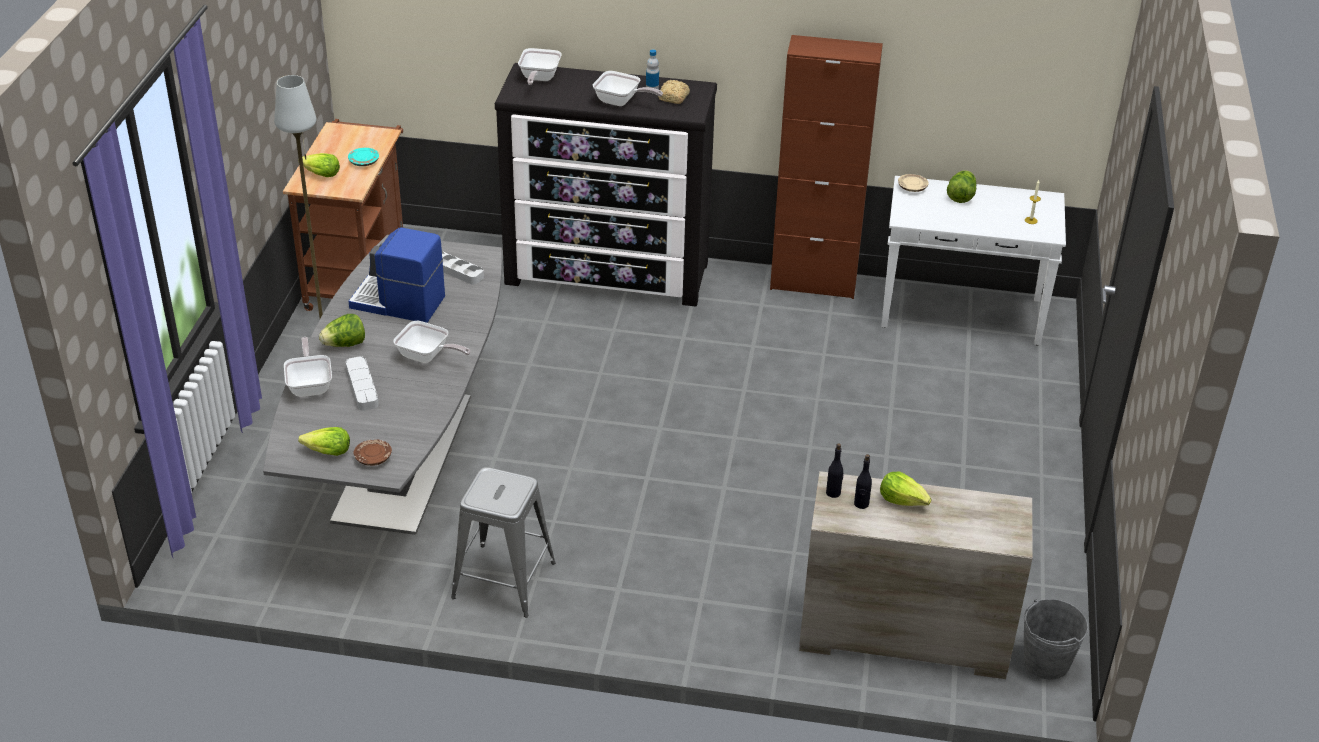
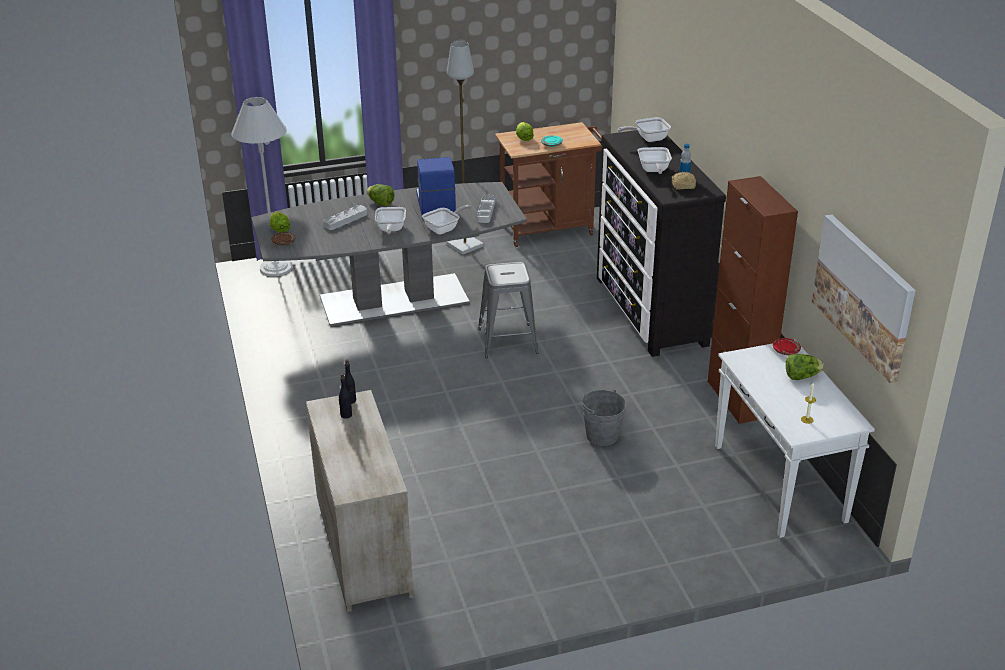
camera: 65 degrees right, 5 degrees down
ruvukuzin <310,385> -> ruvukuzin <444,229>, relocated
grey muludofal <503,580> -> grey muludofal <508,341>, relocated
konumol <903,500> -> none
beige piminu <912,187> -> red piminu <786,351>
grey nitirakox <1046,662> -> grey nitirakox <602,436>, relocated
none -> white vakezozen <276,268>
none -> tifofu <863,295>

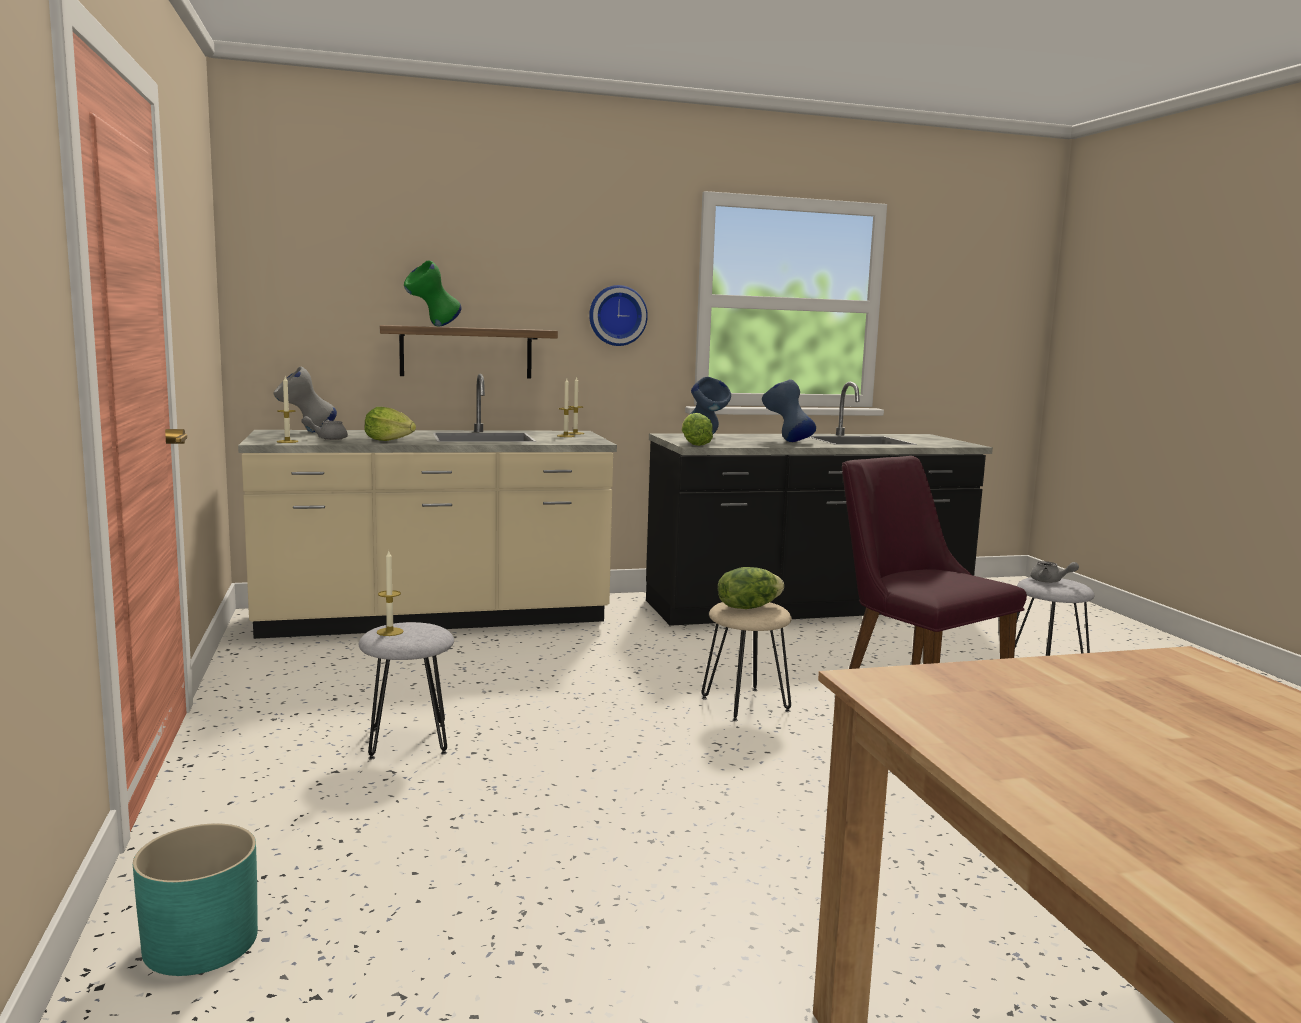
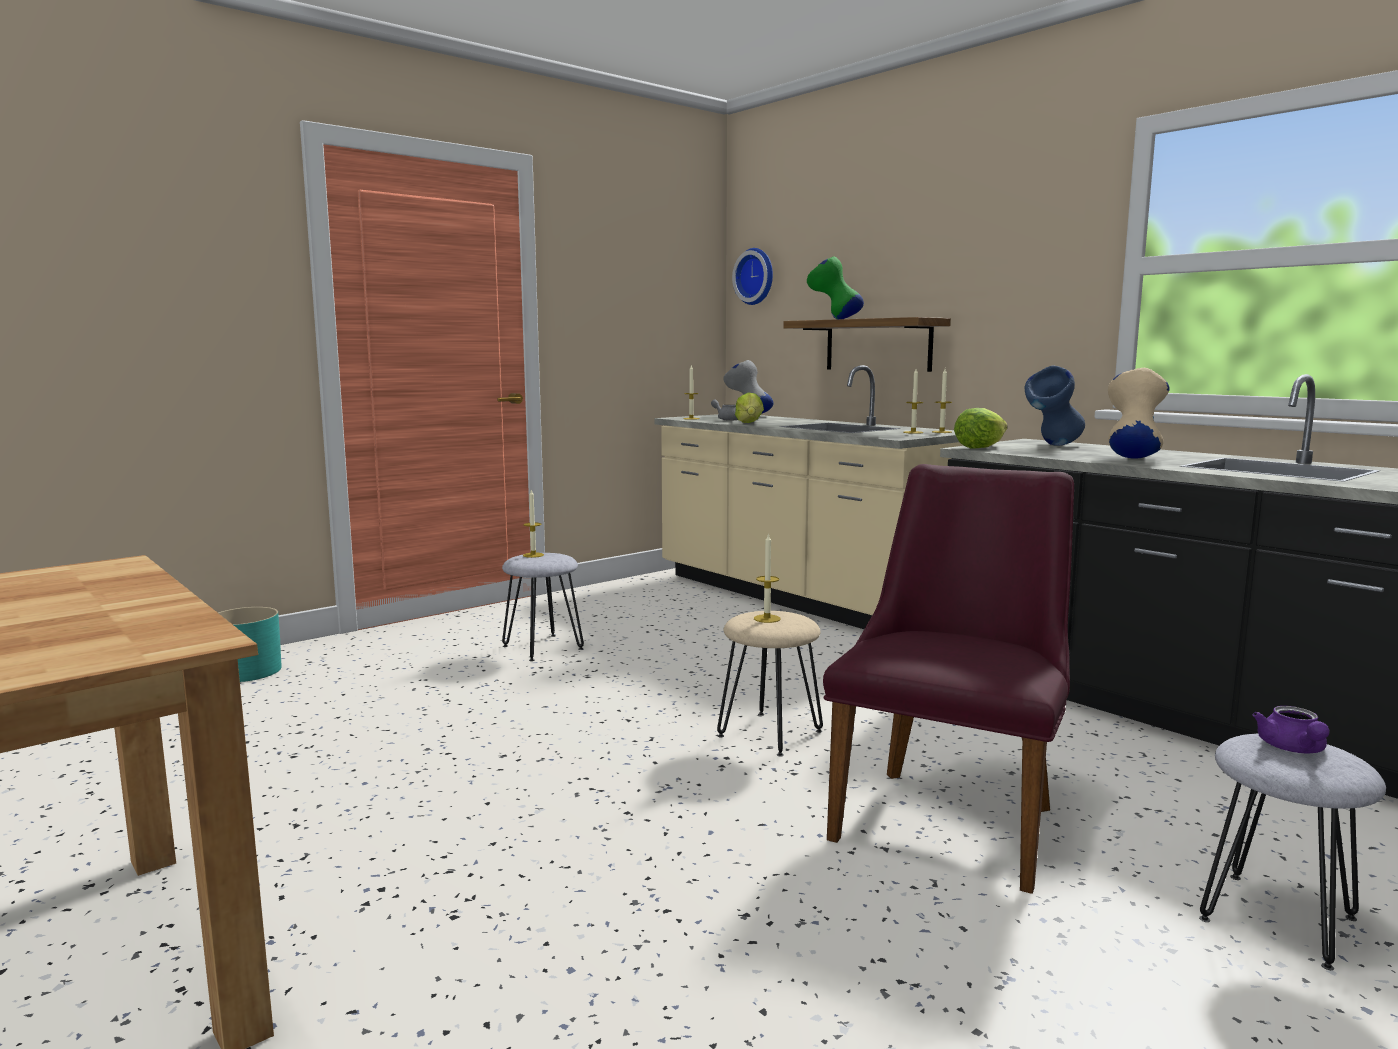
camera: 65 degrees right, 0 degrees up
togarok <617,315> -> togarok <756,276>, relocated
konumol <748,607> -> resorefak <767,618>
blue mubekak <787,441> -> beige mubekak <1132,457>
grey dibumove <1050,581> -> purple dibumove <1293,749>

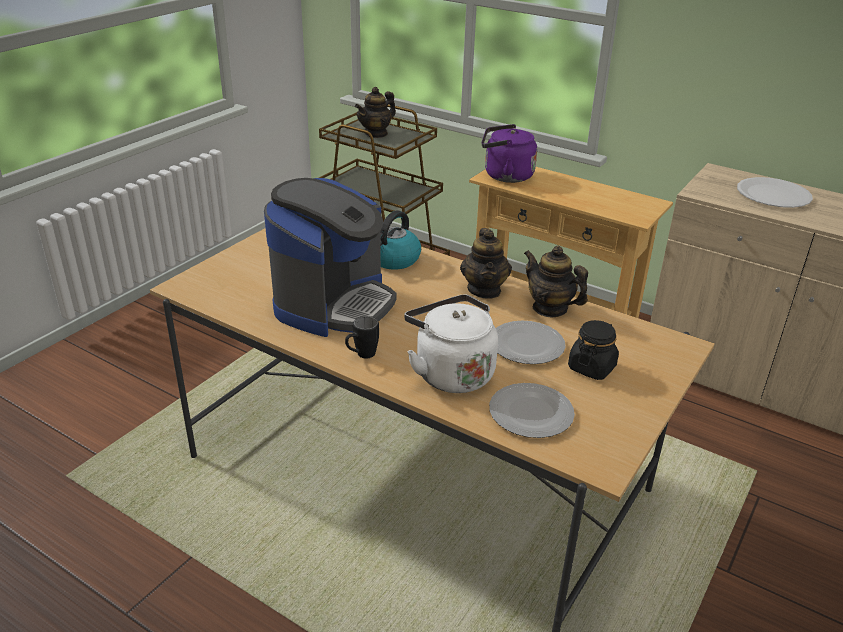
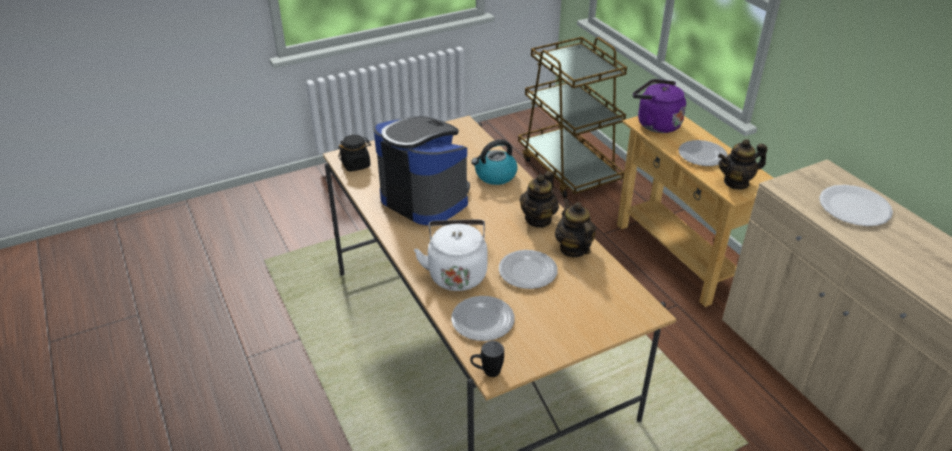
camera: 30 degrees right, 5 degrees up
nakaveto <334,304> -> nakaveto <425,198>, 105 degrees counterclockwise
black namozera <361,355> -> black namozera <486,372>, relocated
dibumove <376,133> -> dibumove <736,182>, relocated
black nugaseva <591,367> -> black nugaseva <356,165>, relocated
none -> piminu <702,155>

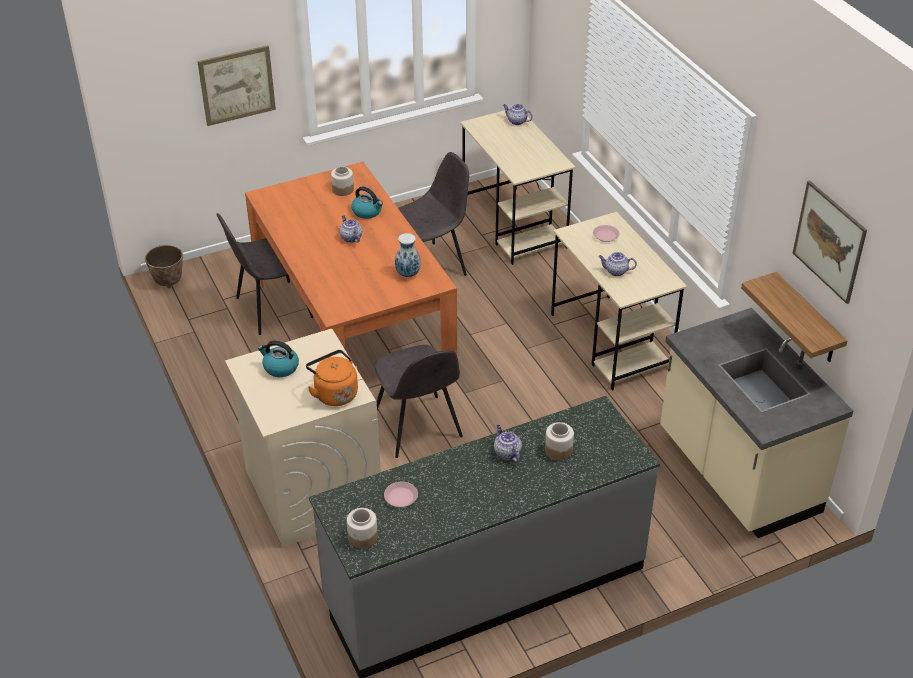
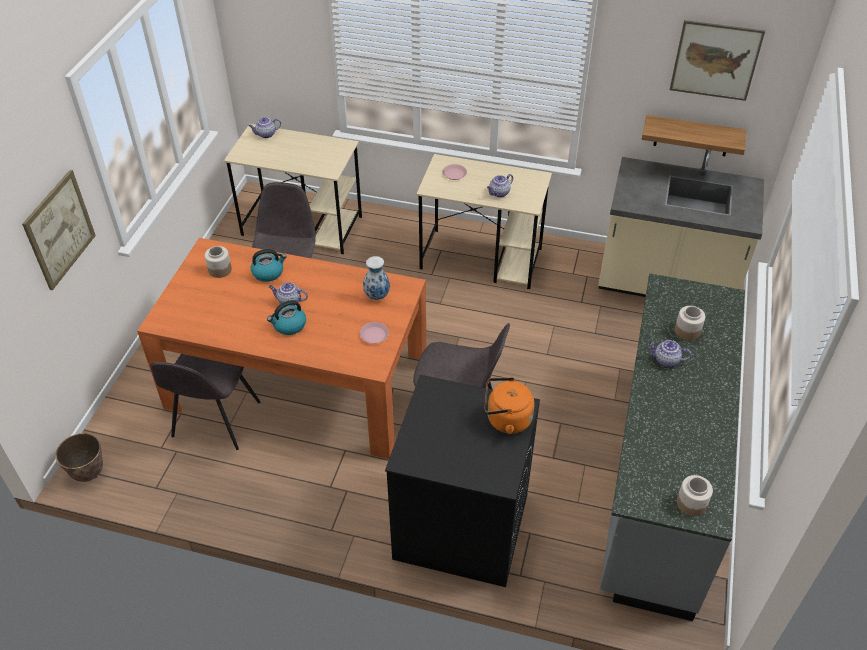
camera: 50 degrees left, 5 degrees up
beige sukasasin <312,490> -> black sukasasin <460,526>
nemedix <280,367> -> nemedix <289,325>, relocated
pink piminu <401,497> -> pink piminu <374,335>, relocated

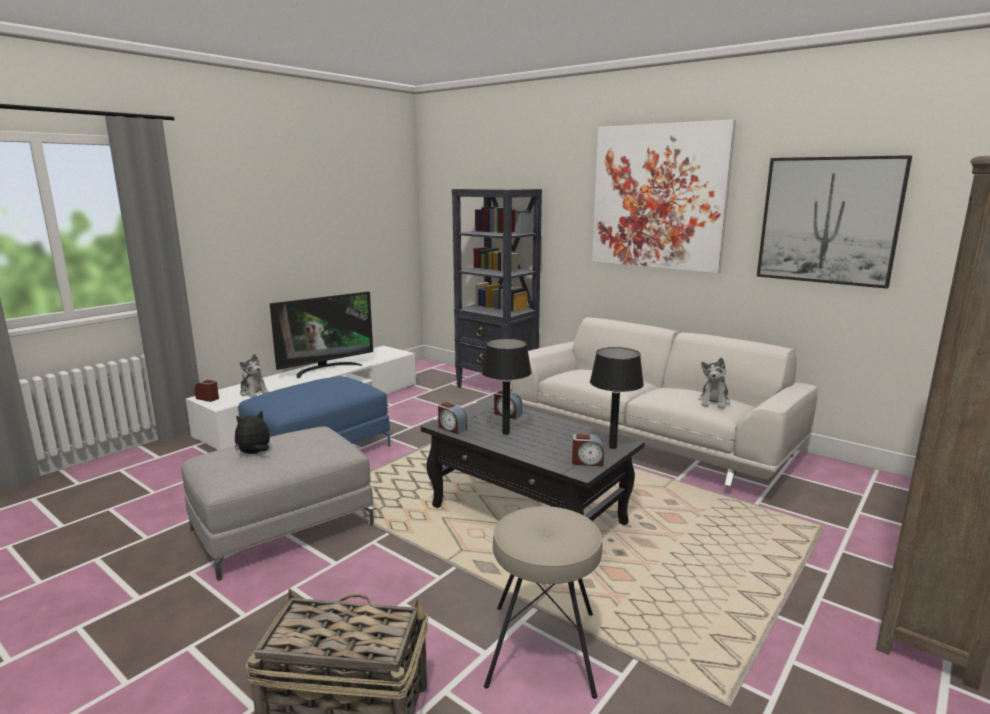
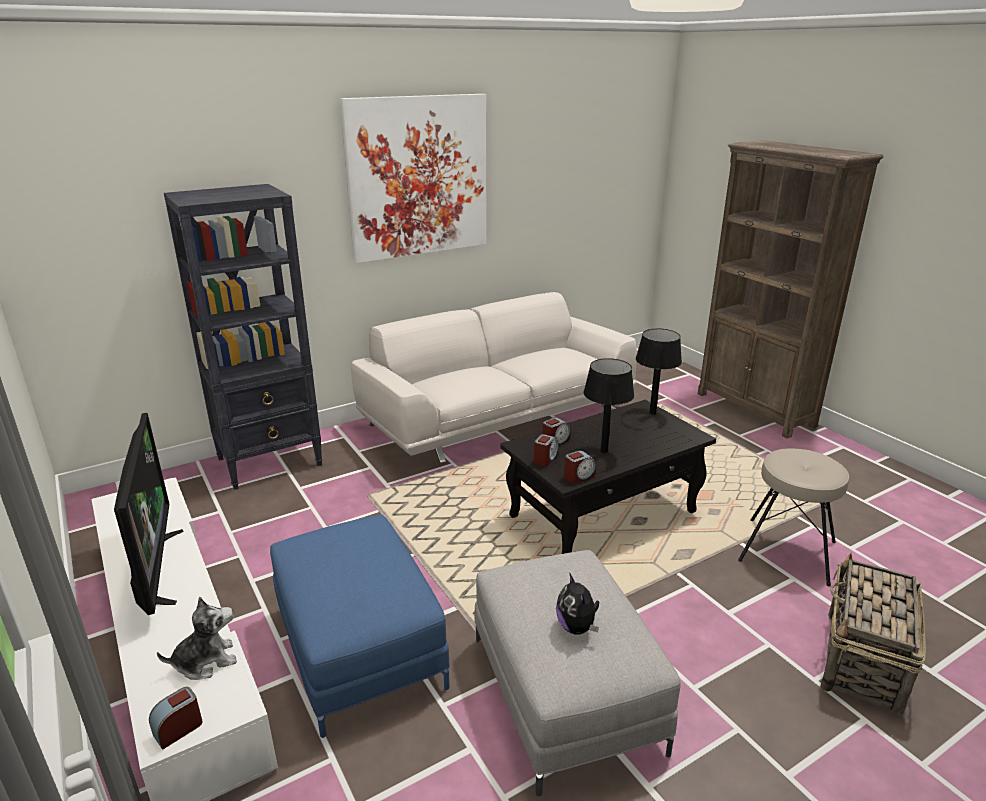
camera: 70 degrees left, 10 degrees up
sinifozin <587,462> -> sinifozin <545,458>, relocated
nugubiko <714,402> -> none
tifofu <828,220> -> none

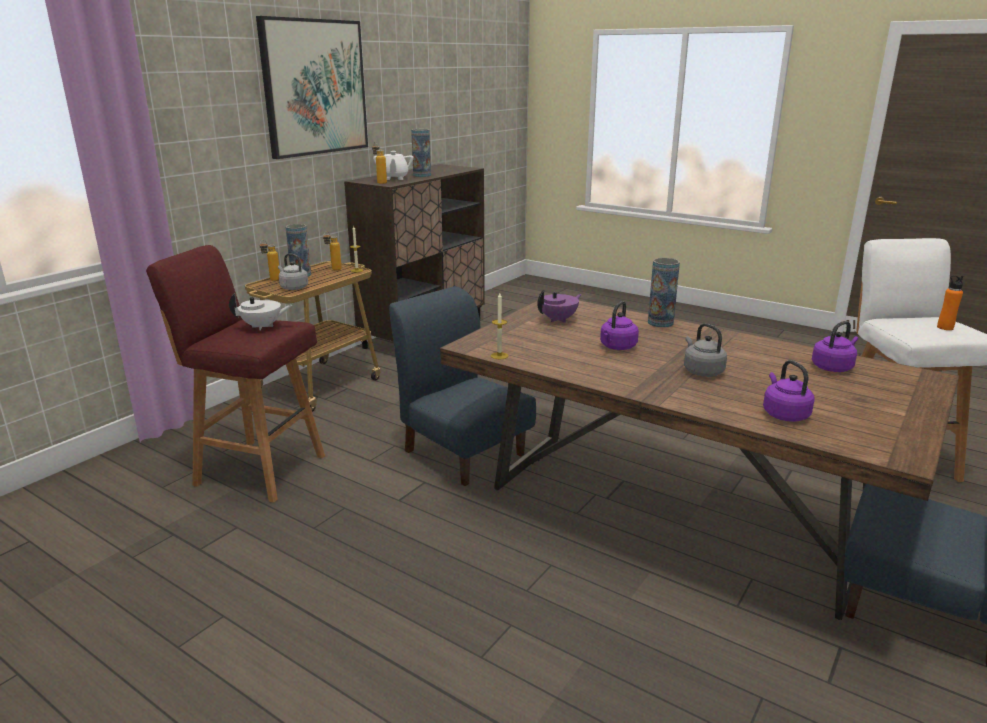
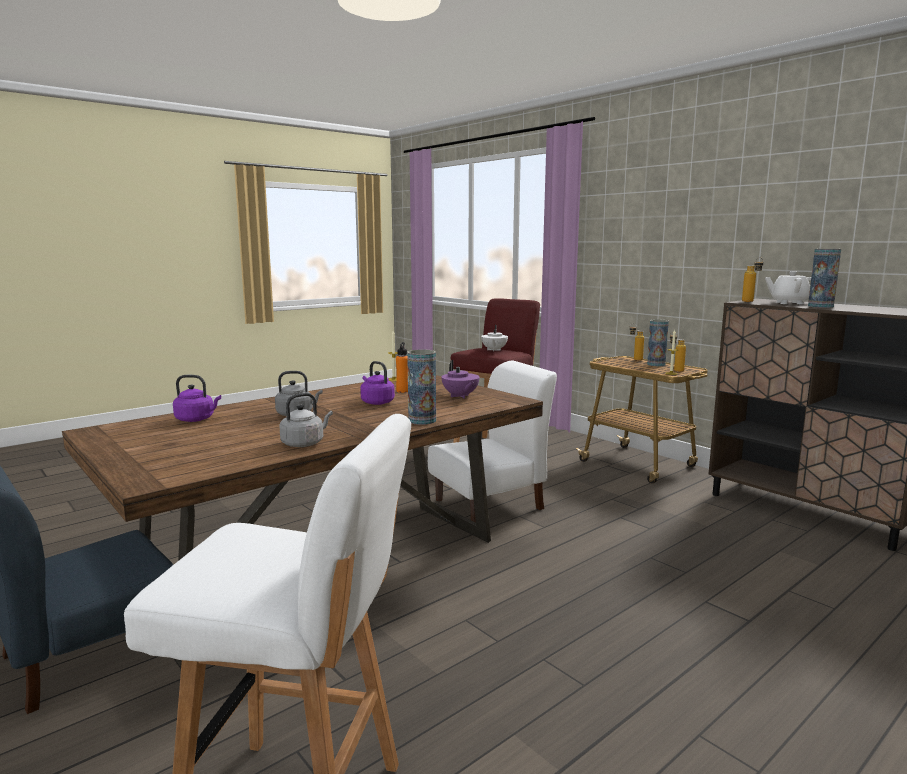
camera: 105 degrees right, 10 degrees down
tifofu <314,87> -> none
grey nemedix <293,287> -> grey nemedix <304,443>, relocated
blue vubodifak <464,452> -> white vubodifak <490,504>
purple nemedix <833,367> -> none
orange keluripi <945,327> -> orange keluripi <403,391>, relocated

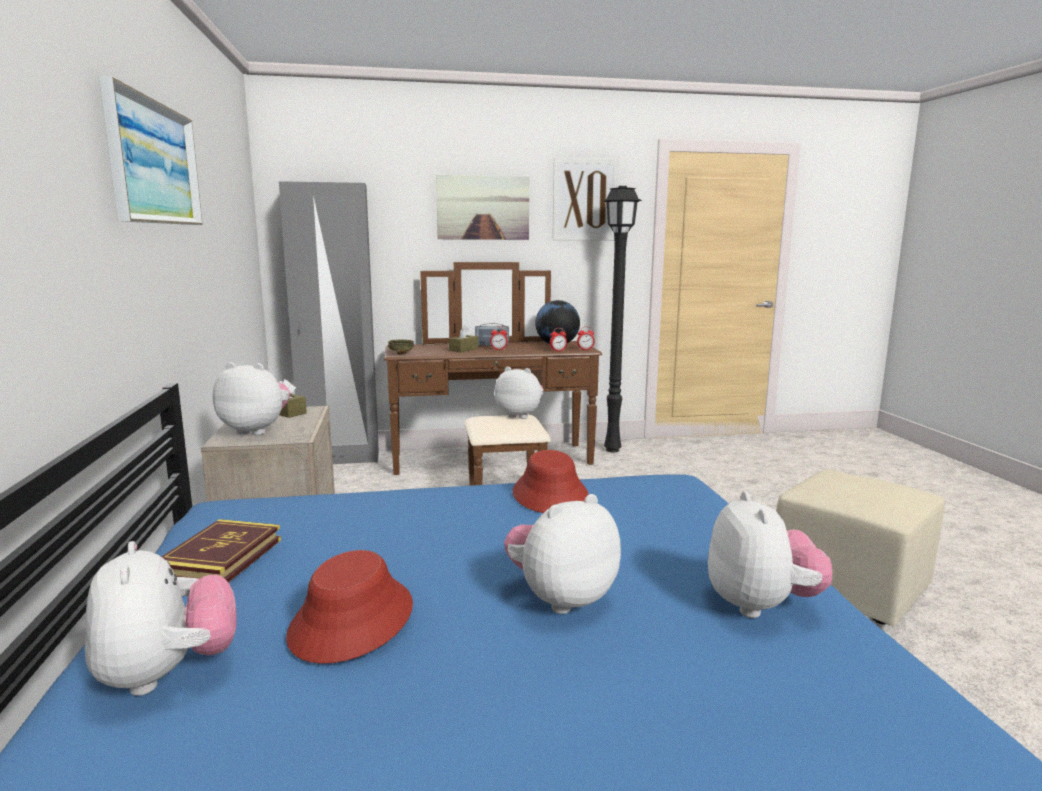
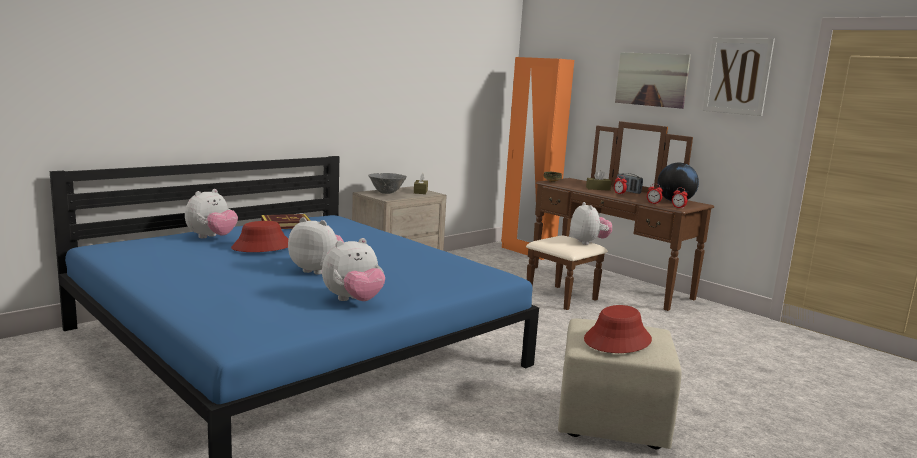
camera: 55 degrees right, 0 degrees up
tifofu <154,163> -> none
nugubiko <256,430> -> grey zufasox <386,193>
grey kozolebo <340,459> -> orange kozolebo <527,252>
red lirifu <550,495> -> red lirifu <617,340>, relocated
black vakezozen <612,449> -> none

